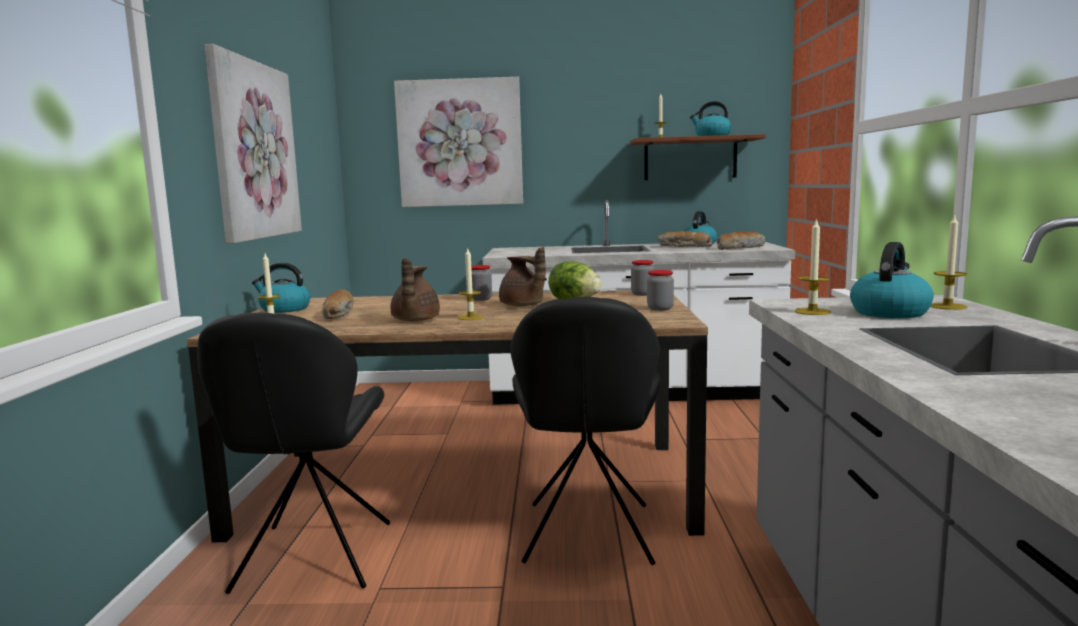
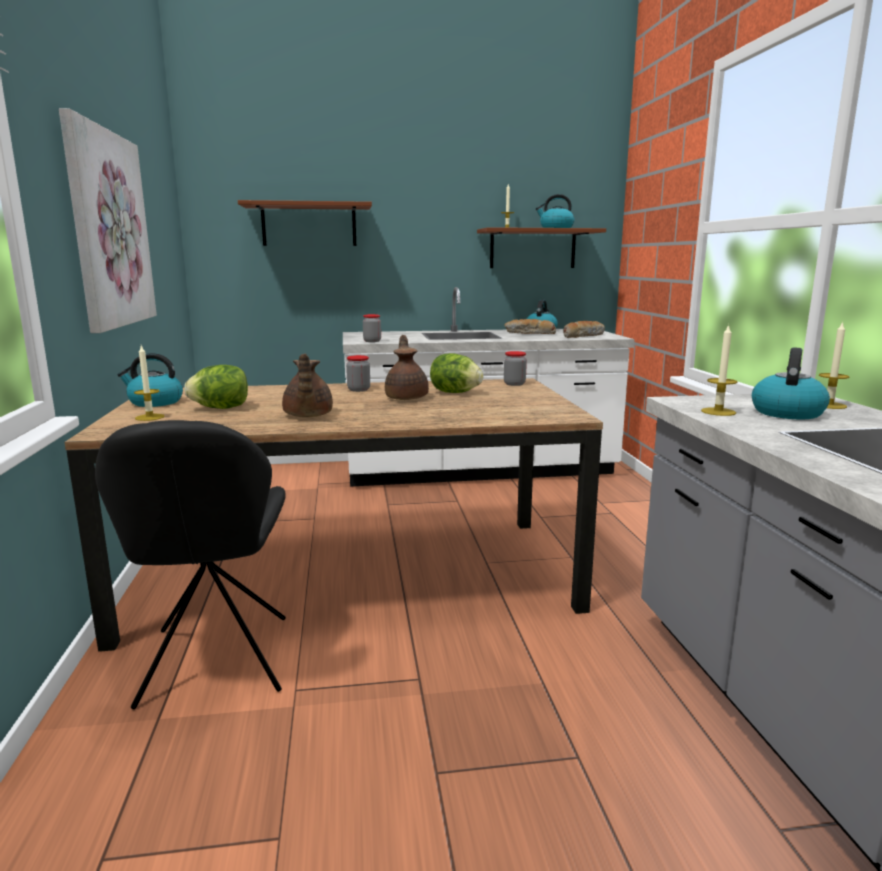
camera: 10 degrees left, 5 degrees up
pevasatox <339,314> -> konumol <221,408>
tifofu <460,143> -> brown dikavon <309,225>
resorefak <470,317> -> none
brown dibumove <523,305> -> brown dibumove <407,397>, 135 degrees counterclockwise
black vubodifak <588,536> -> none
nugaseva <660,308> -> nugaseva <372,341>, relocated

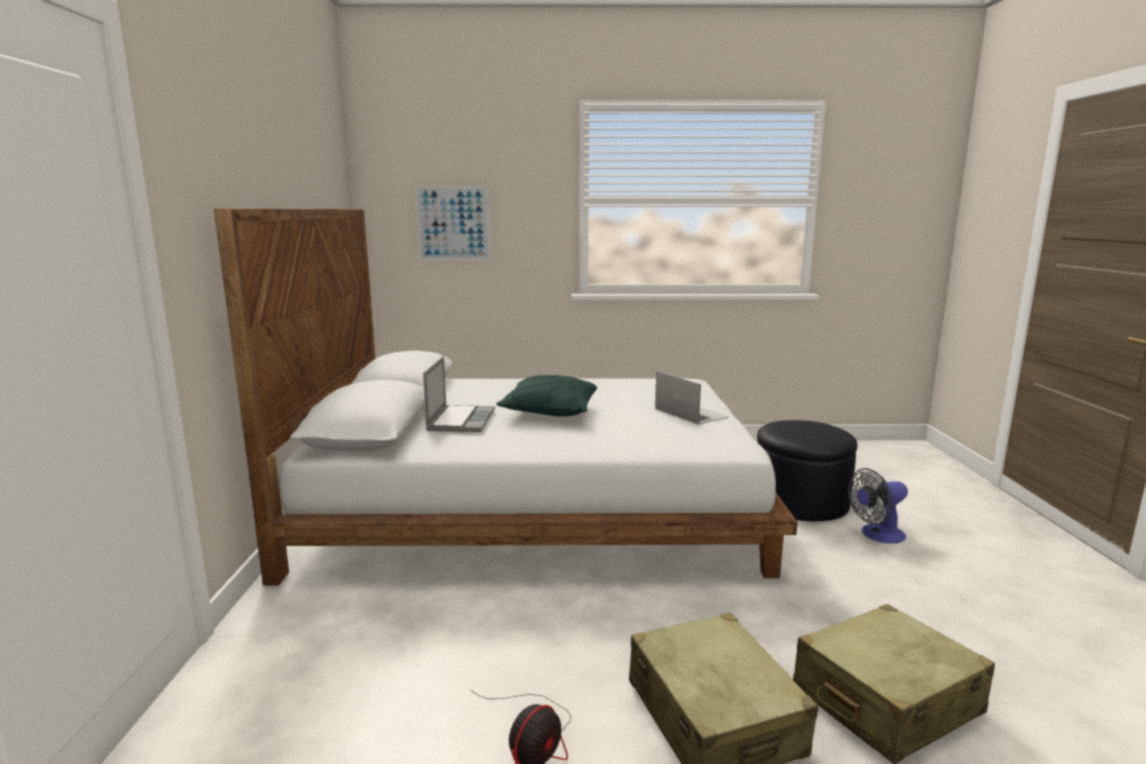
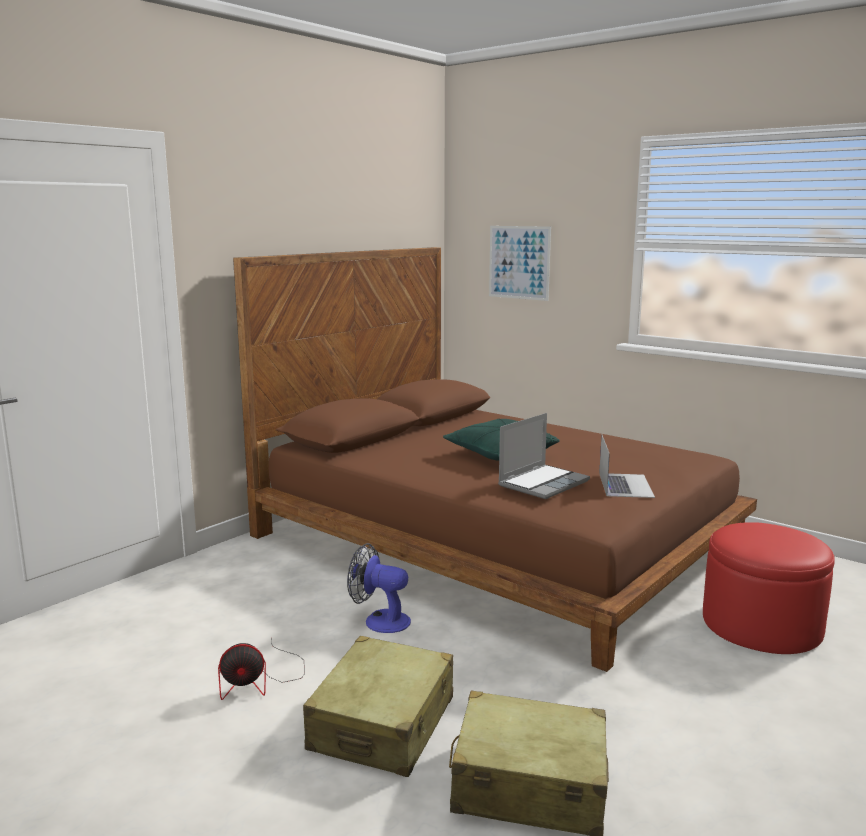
camera: 40 degrees right, 0 degrees up
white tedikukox <536,502> -> brown tedikukox <496,541>
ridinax <460,420> -> ridinax <543,483>, relocated
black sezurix <800,501> -> red sezurix <761,624>
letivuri <877,535> -> letivuri <379,620>, relocated

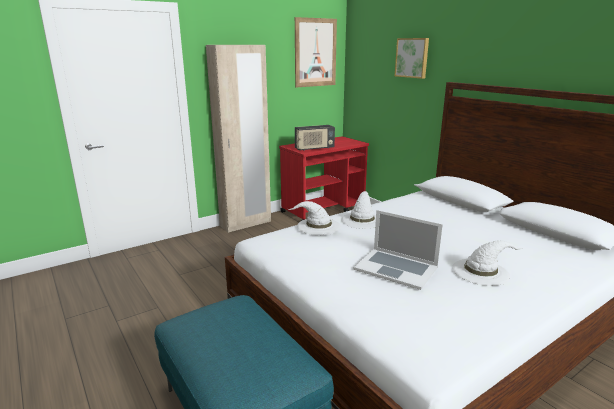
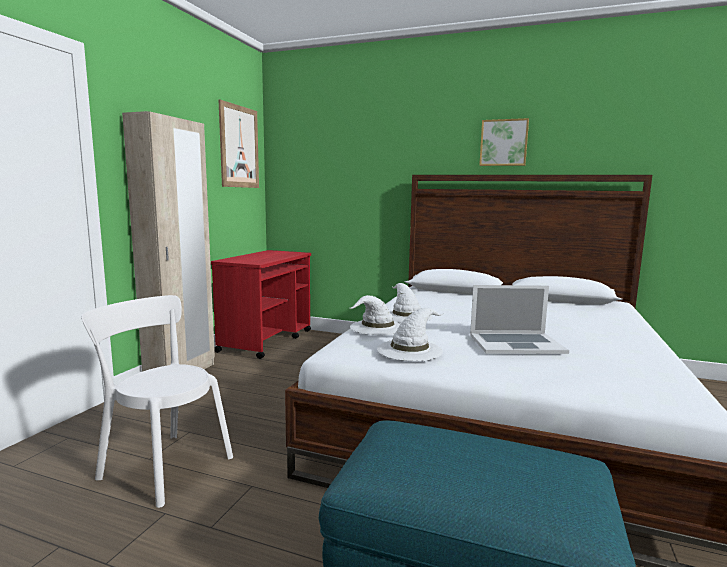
camera: 35 degrees left, 10 degrees down
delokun <314,148> -> none
tifofu <412,58> -> tifofu <503,143>, relocated
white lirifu <481,271> -> white lirifu <410,349>, relocated
none -> white vubodifak <163,465>

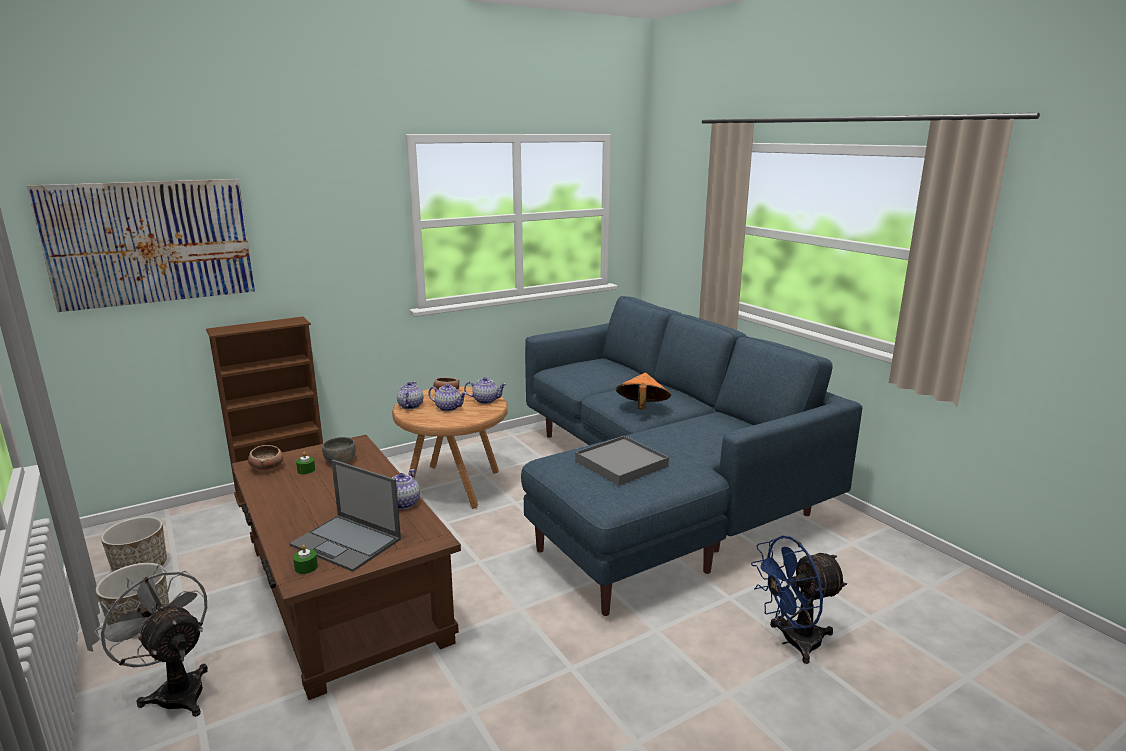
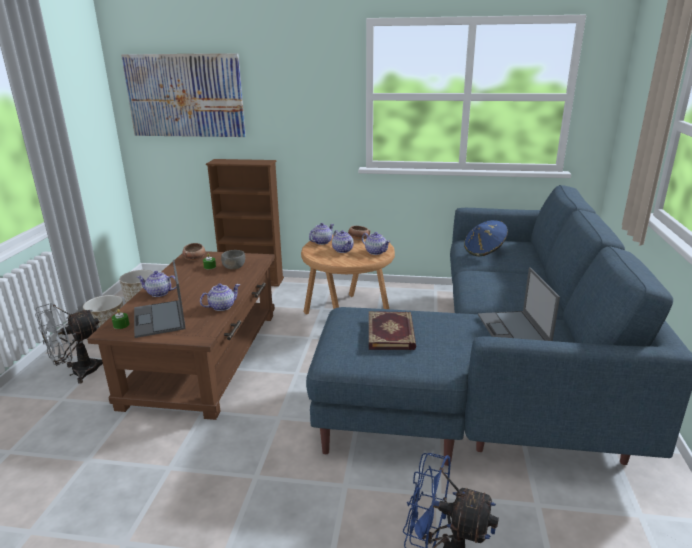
camera: 40 degrees right, 5 degrees up
grey letivuri <175,690> -> grey letivuri <78,373>, 120 degrees counterclockwise
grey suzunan <621,463> -> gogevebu <392,333>
orange lirifu <642,408> -> none
none -> dibumove <159,293>
none -> blue lirifu <484,251>
none -> ridinax <513,330>

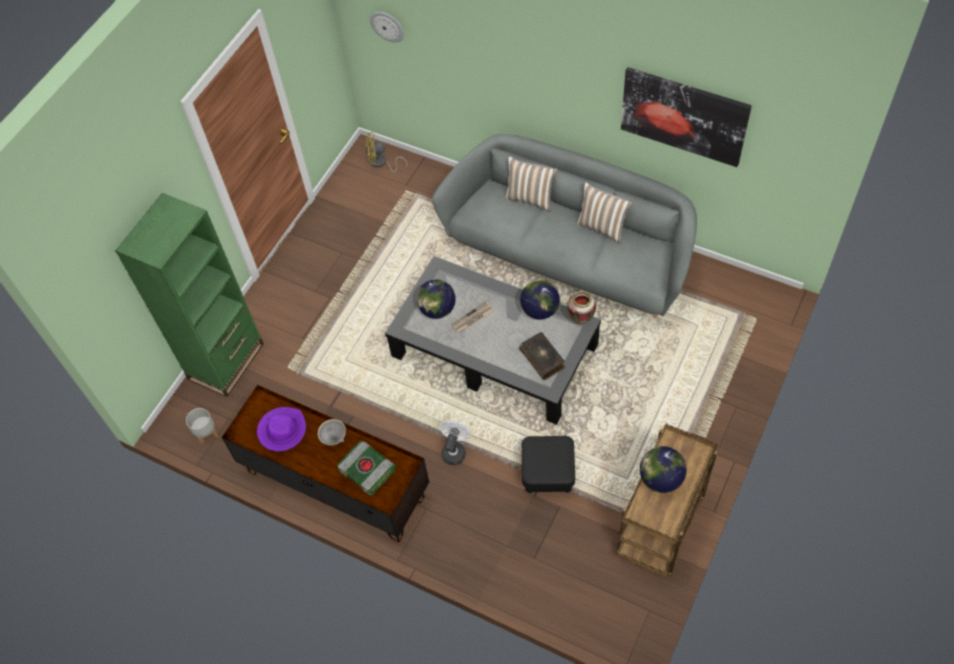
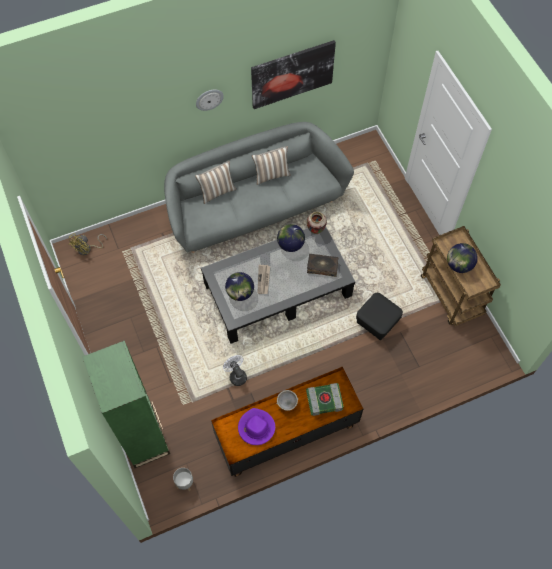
camera: 55 degrees left, 5 degrees up
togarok <387,26> -> togarok <209,99>, relocated
white letivuri <455,450> -> white letivuri <236,375>, relocated

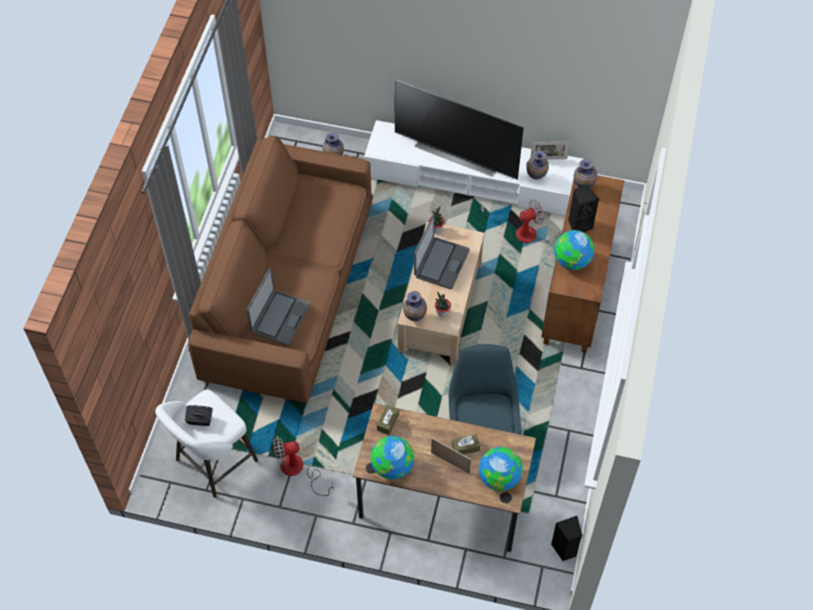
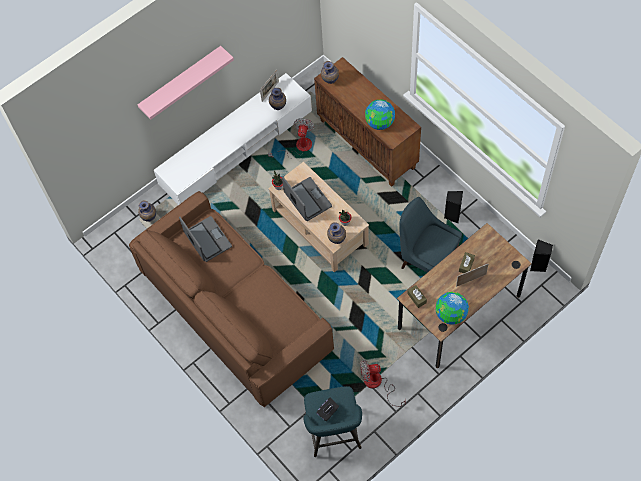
camera: 50 degrees left, 5 degrees up
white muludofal <213,463> -> turquoise muludofal <334,434>
ridinax <280,318> -> ridinax <207,240>, relocated
letivuri <298,470> -> letivuri <377,384>, 60 degrees clockwise
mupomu <457,153> -> none
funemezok <499,477> -> none
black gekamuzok <579,225> -> black gekamuzok <452,215>, relocated
none -> pink dikavon <181,81>

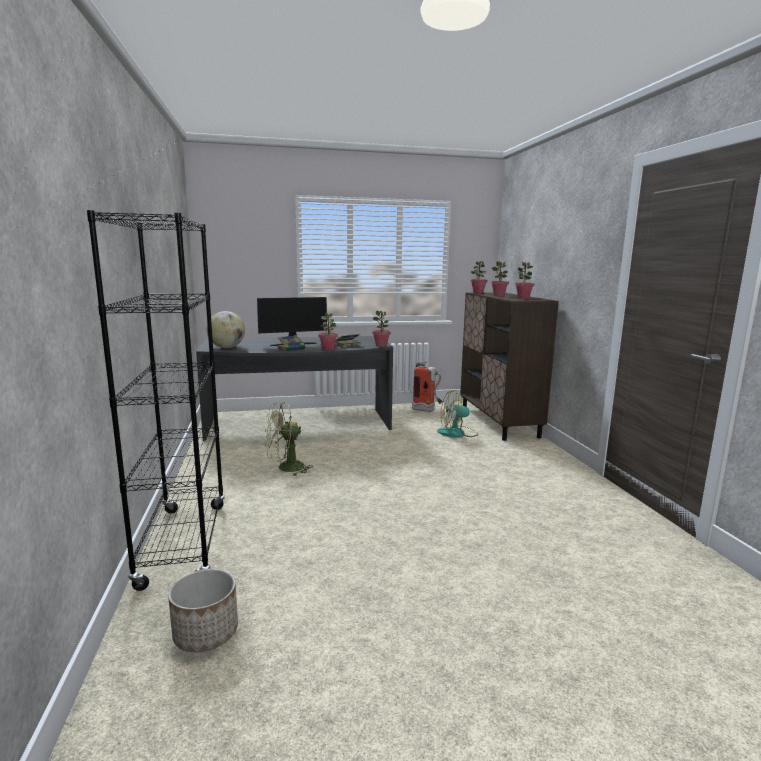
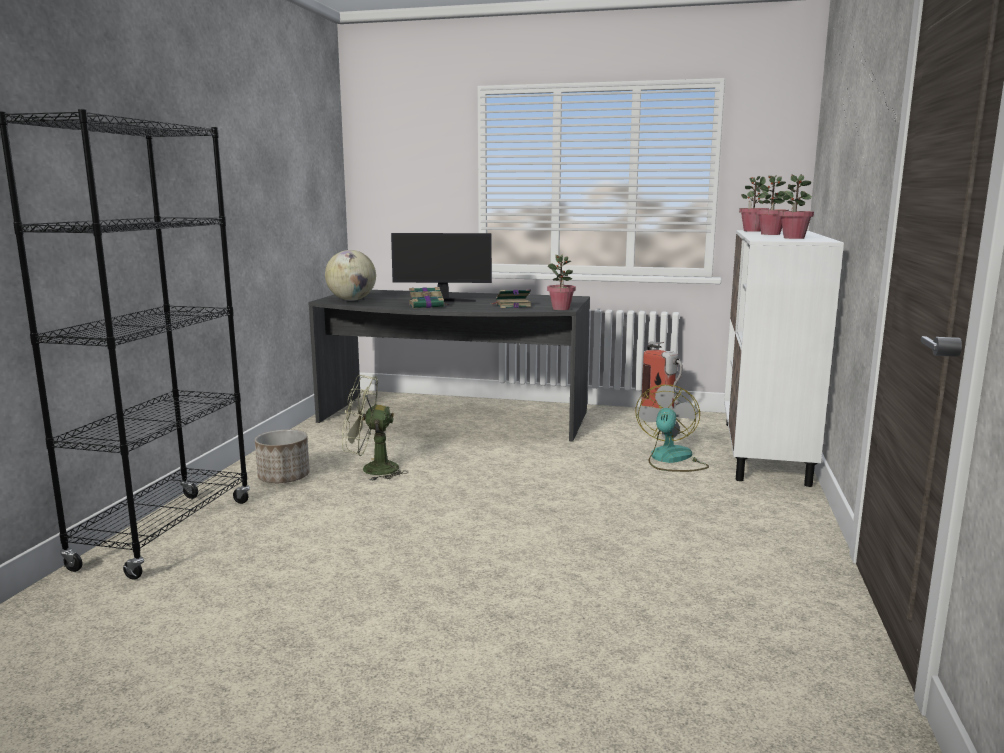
camera: 25 degrees right, 0 degrees up
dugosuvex <205,633> -> dugosuvex <283,477>, relocated
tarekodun <328,349> -> none
letivuri <457,433> -> letivuri <671,459>, 90 degrees clockwise
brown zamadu <498,422> -> white zamadu <764,452>

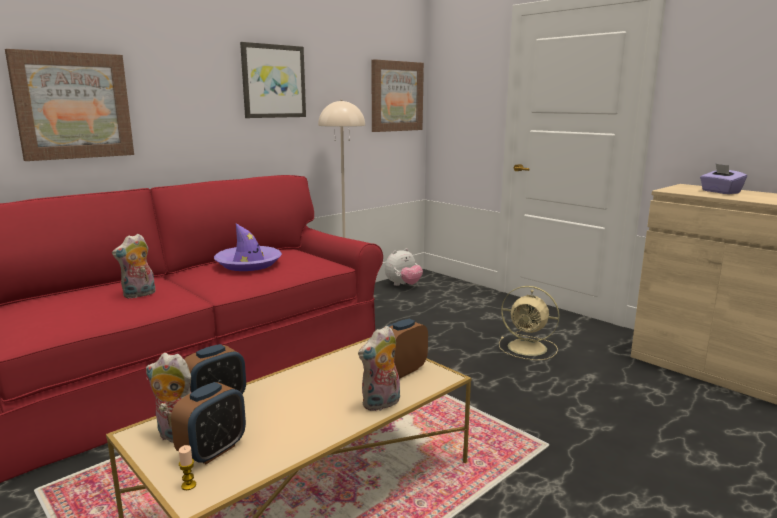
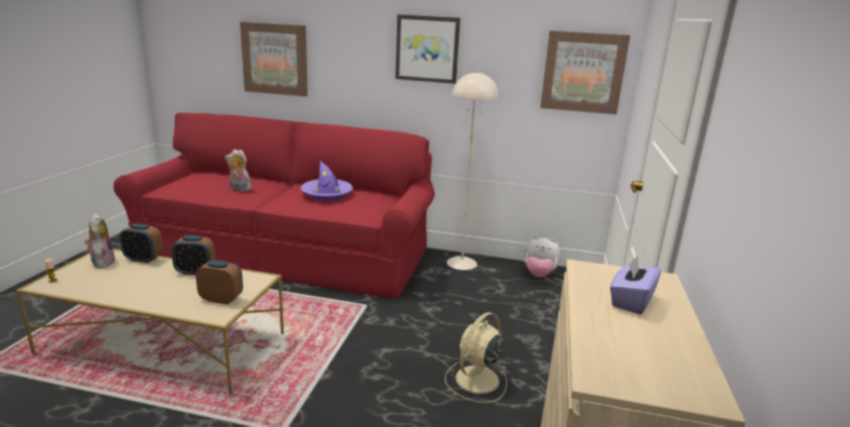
camera: 55 degrees right, 5 degrees up
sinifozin <213,451> -> sinifozin <195,272>, relocated
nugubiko <381,404> -> none
beige letivuri <529,348> -> beige letivuri <476,380>, 45 degrees clockwise

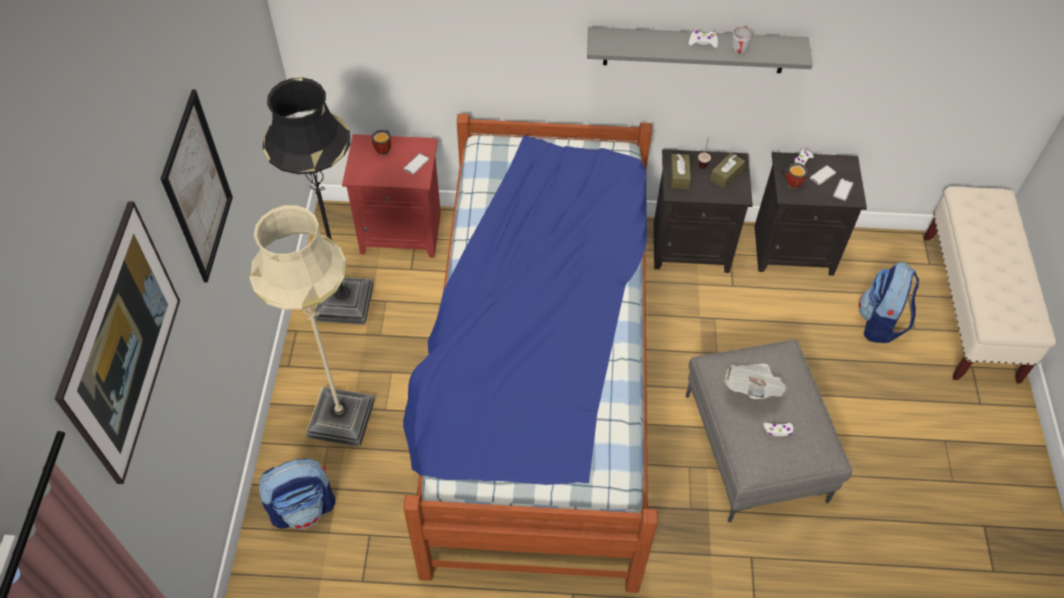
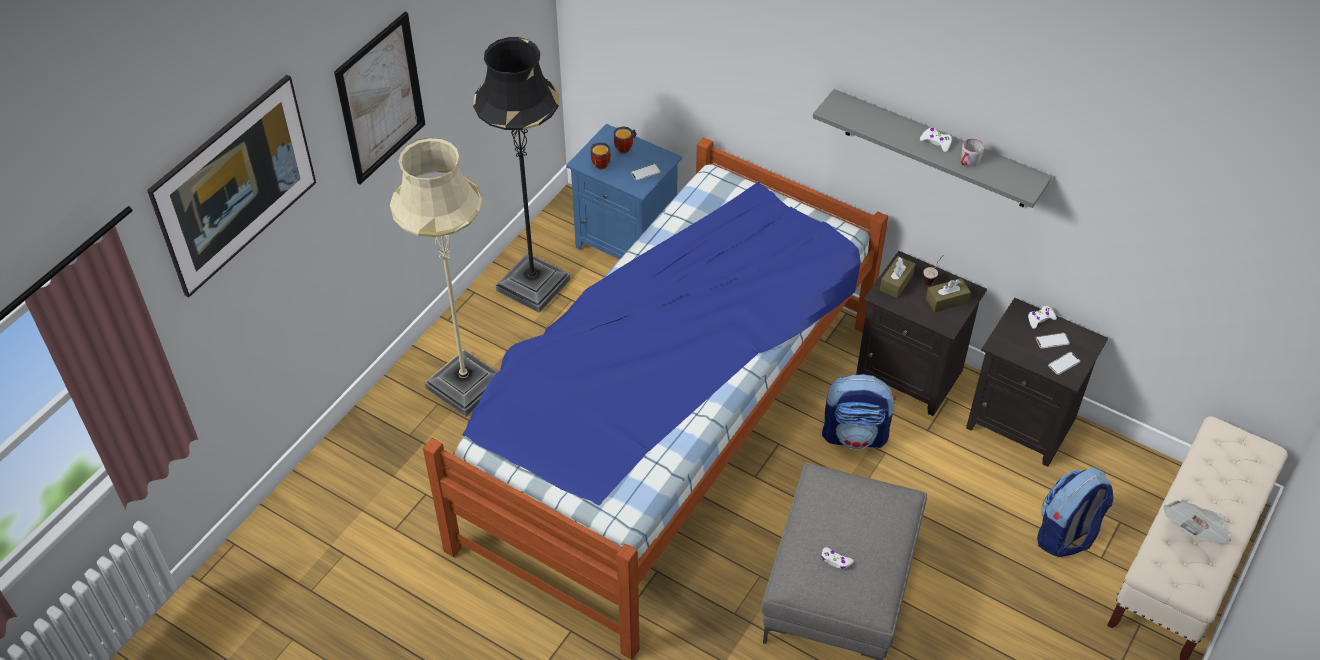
camera: 30 degrees right, 5 degrees down
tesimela <304,508> -> tesimela <855,435>, relocated
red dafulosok <402,231> -> blue dafulosok <628,243>
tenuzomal <752,388> -> tenuzomal <1194,531>, relocated
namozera <791,182> -> namozera <600,163>, relocated

